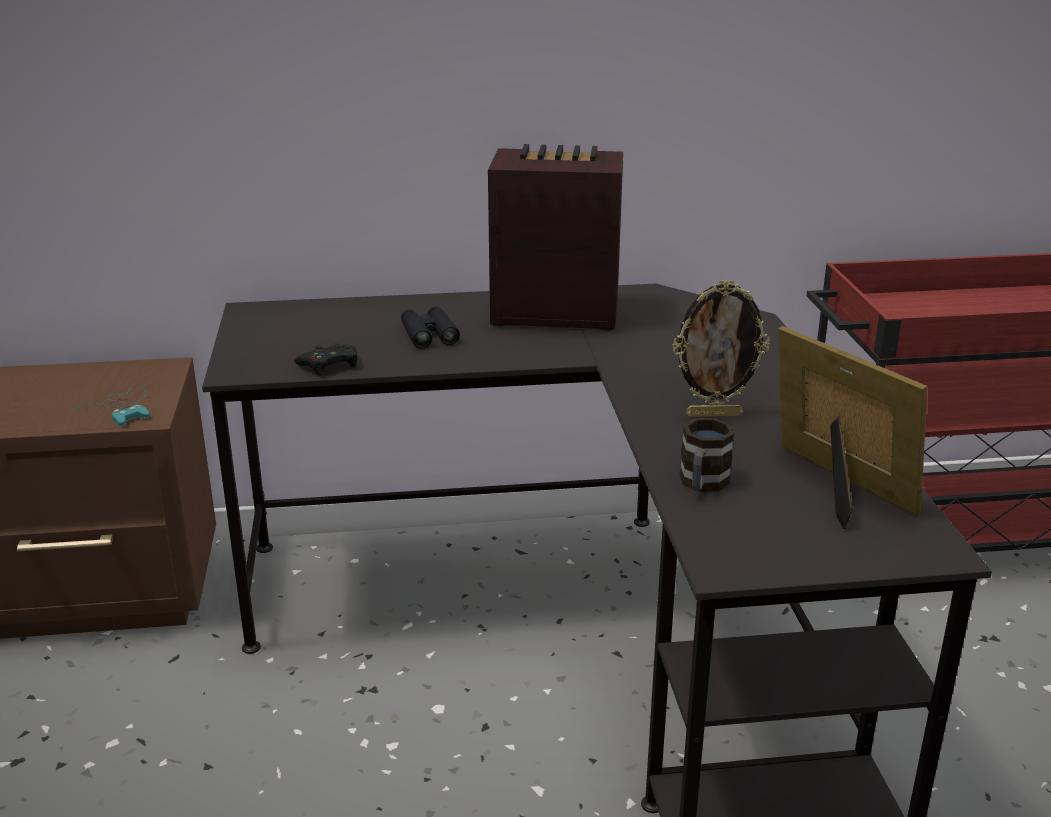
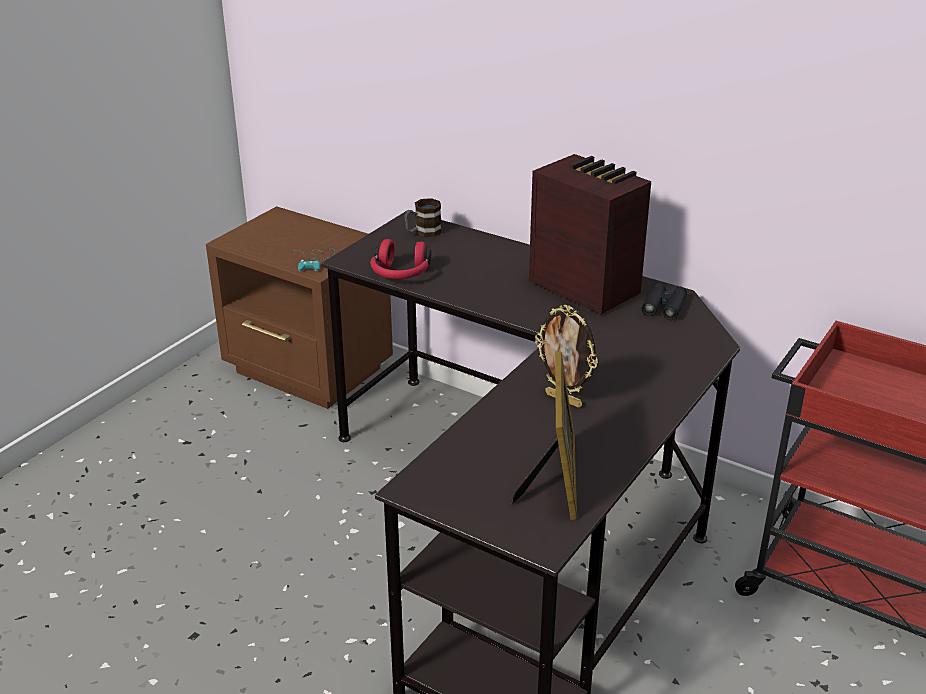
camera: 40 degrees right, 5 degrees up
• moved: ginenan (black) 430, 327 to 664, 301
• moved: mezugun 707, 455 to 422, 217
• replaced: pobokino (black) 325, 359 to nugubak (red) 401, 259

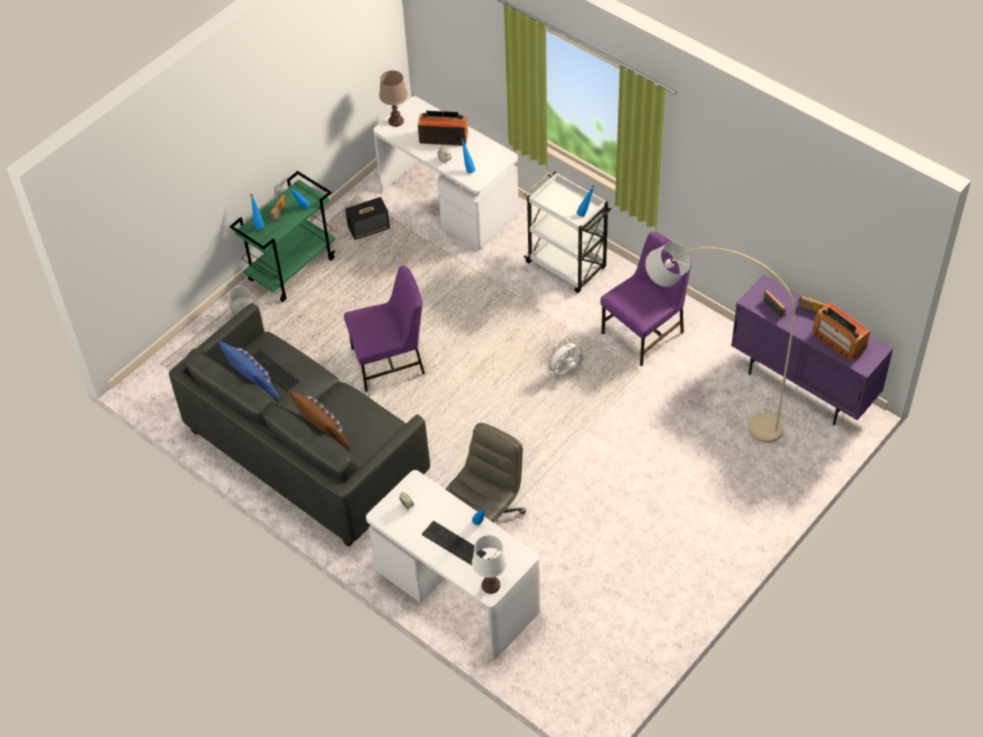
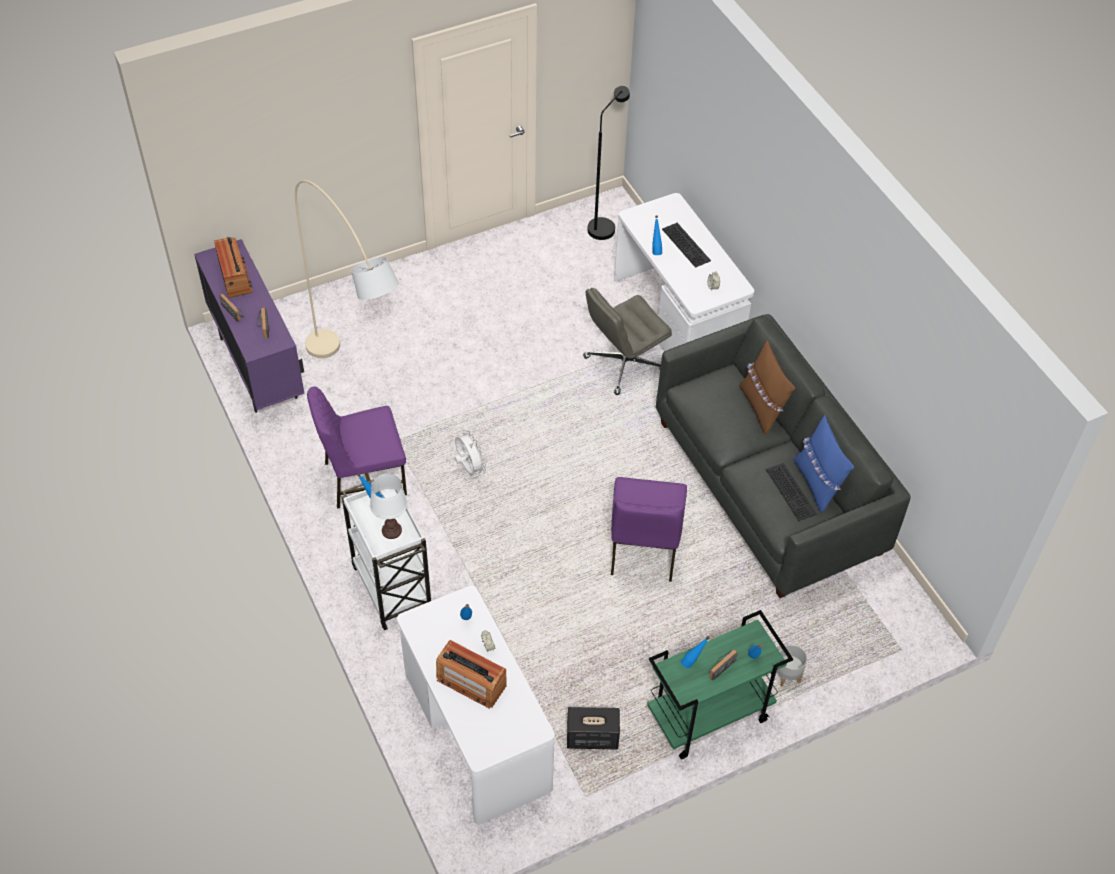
camera: 160 degrees left, 0 degrees up
• removed: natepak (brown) 393, 98
• added: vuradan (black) 608, 163
• moved: natepak (white) 489, 564 to 389, 506
• turned: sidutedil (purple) 384, 329 = 649, 529 90 degrees counterclockwise
• turned: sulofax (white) 564, 357 = 470, 453 105 degrees counterclockwise

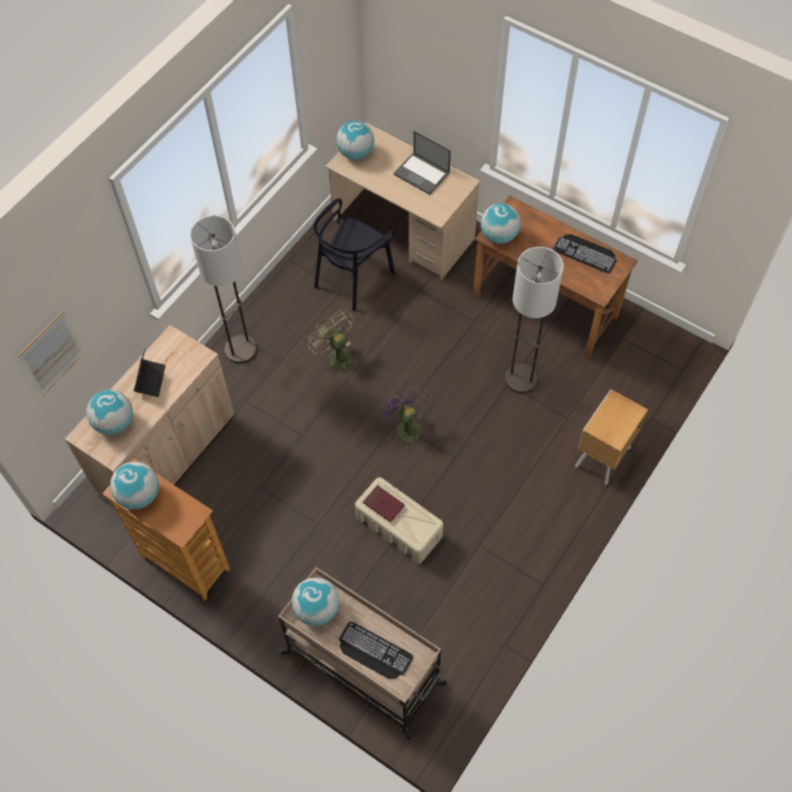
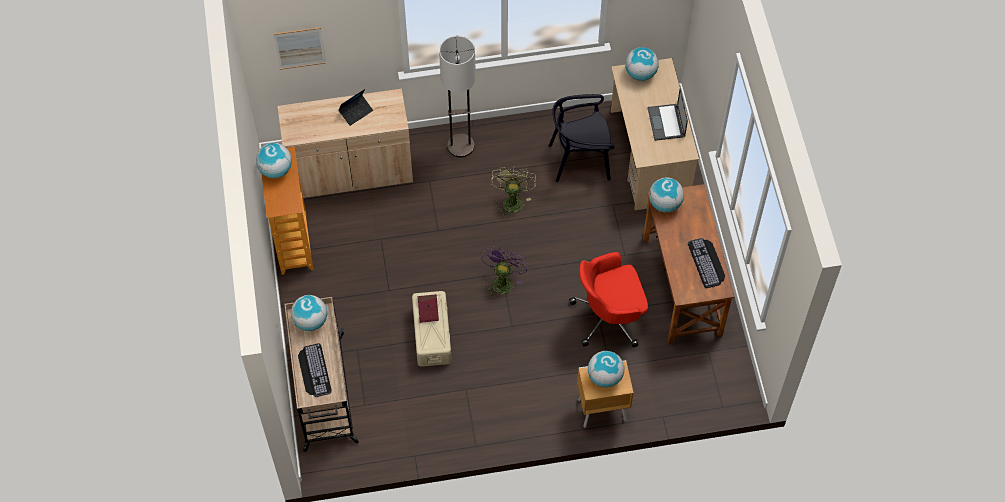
camera: 45 degrees right, 0 degrees up
• moved: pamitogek 110, 412 to 606, 369
• replaced: vuradan 534, 320 to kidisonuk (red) 608, 299

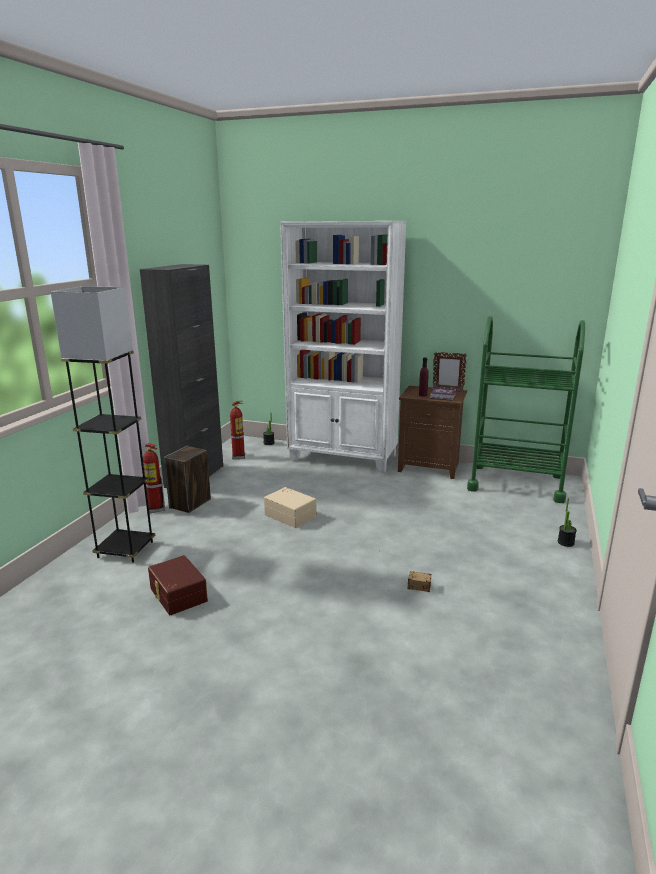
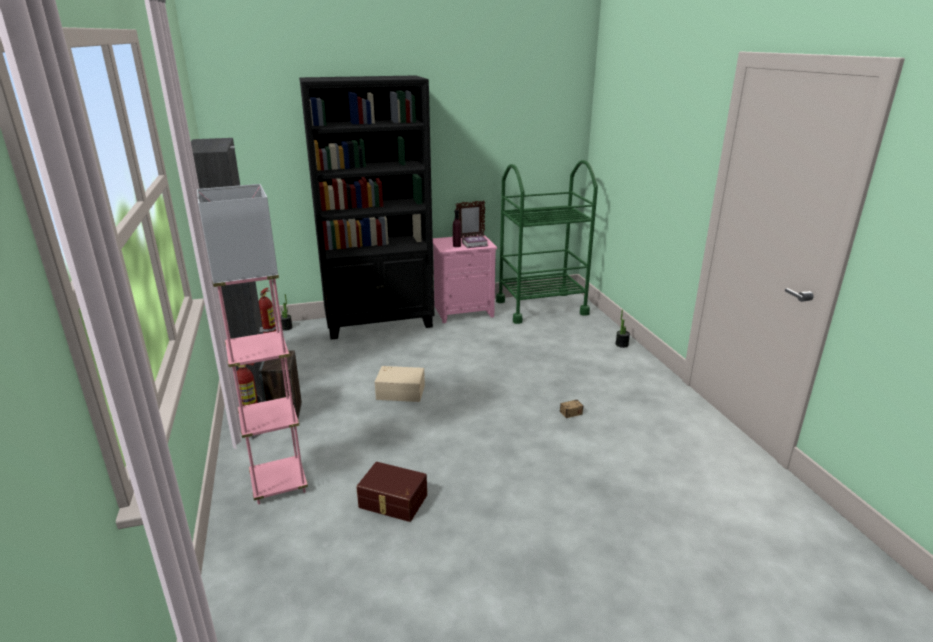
camera: 35 degrees left, 5 degrees up
• recoloured: vuradan (grey) 103, 424 to vuradan (pink) 252, 344
• recoloured: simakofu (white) 343, 347 to simakofu (black) 366, 207
• recoloured: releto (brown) 432, 432 to releto (pink) 465, 278

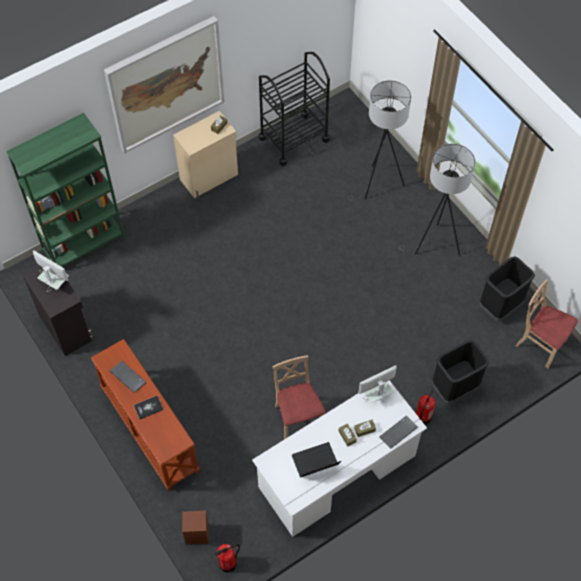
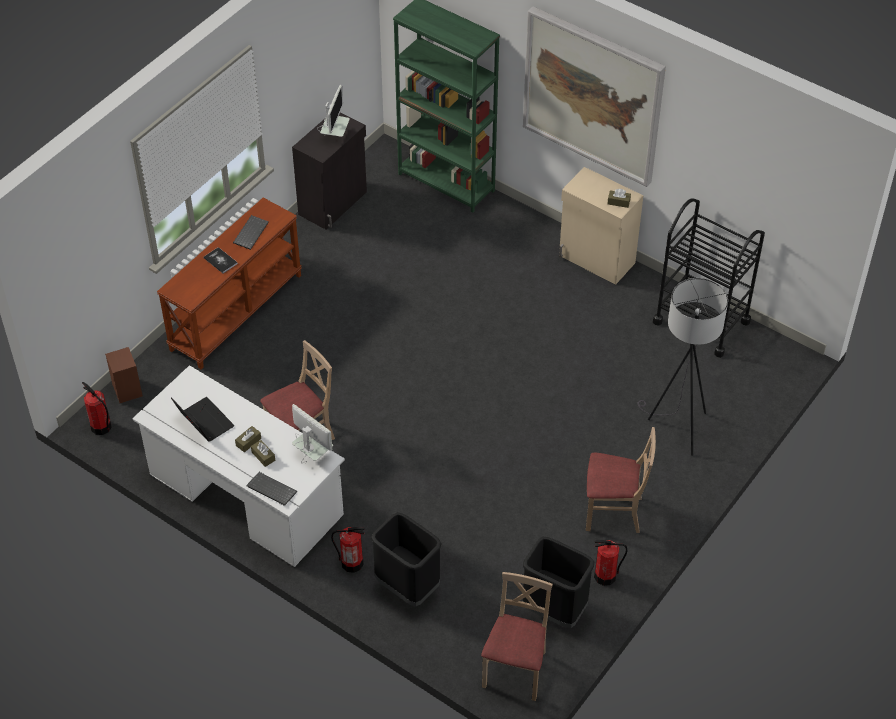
camera: 70 degrees right, 10 degrees down
• added: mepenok 611, 563
• replaced: vuradan (grey) 437, 199 to sidutedil (beige) 621, 480

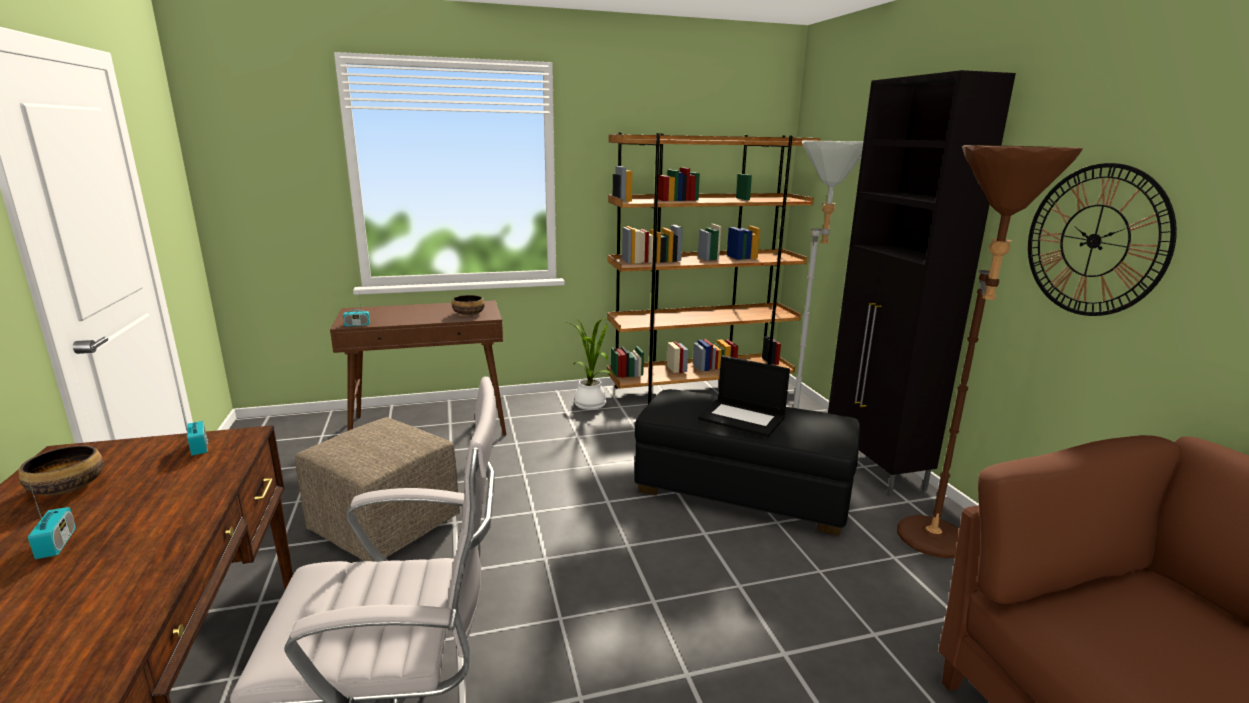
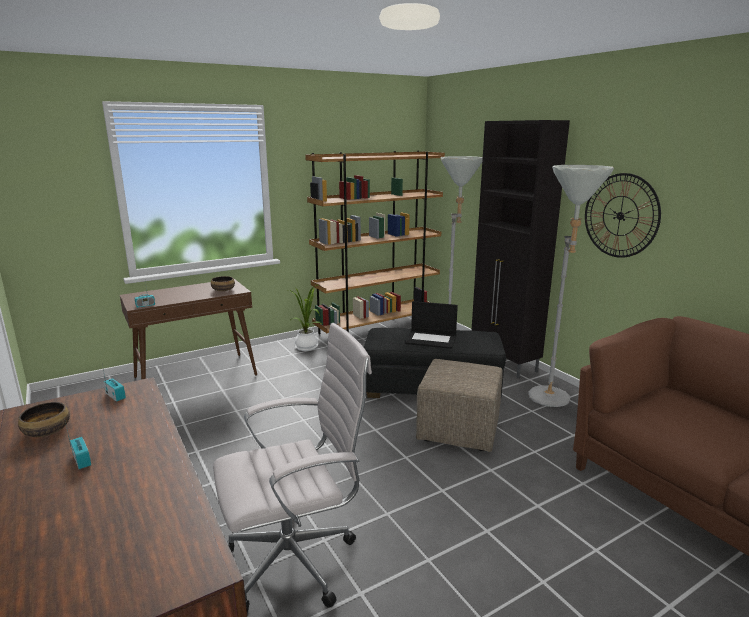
camera: 15 degrees left, 0 degrees up
• moved: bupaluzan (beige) 377, 489 to 459, 405
• recoloured: vuradan (brown) 989, 351 to vuradan (grey) 571, 286

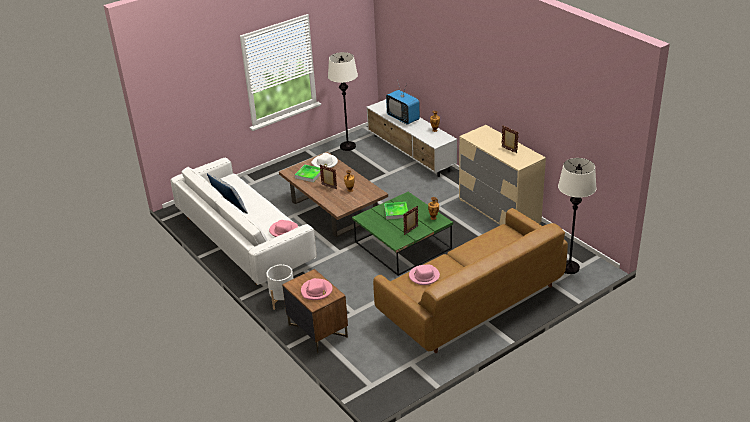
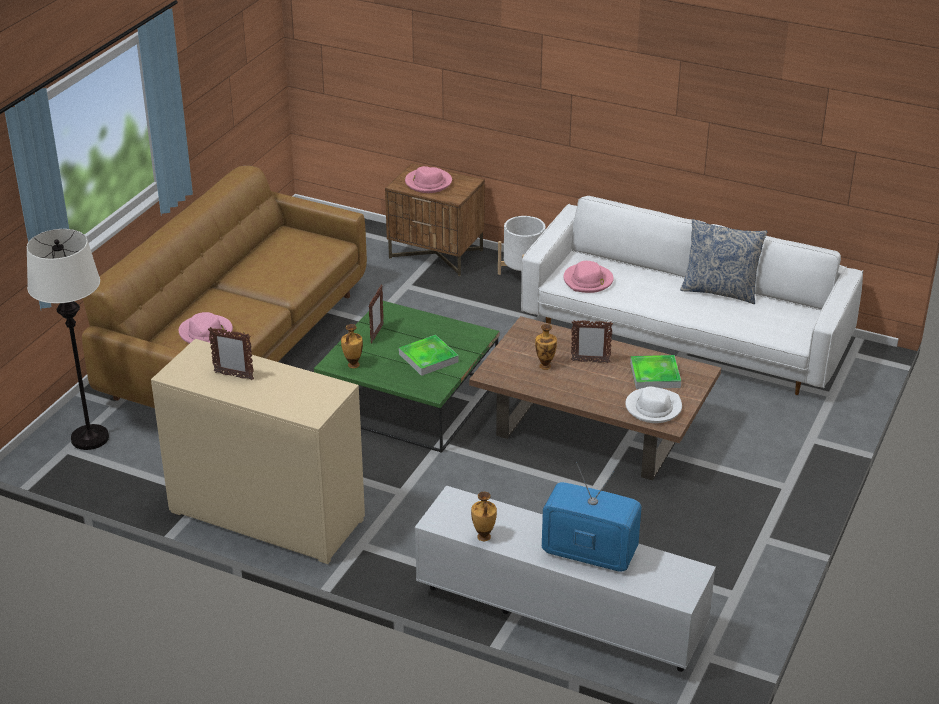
camera: 150 degrees right, 0 degrees up
• removed: vuradan (white) 343, 101
• moved: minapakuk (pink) 424, 275 to 206, 328

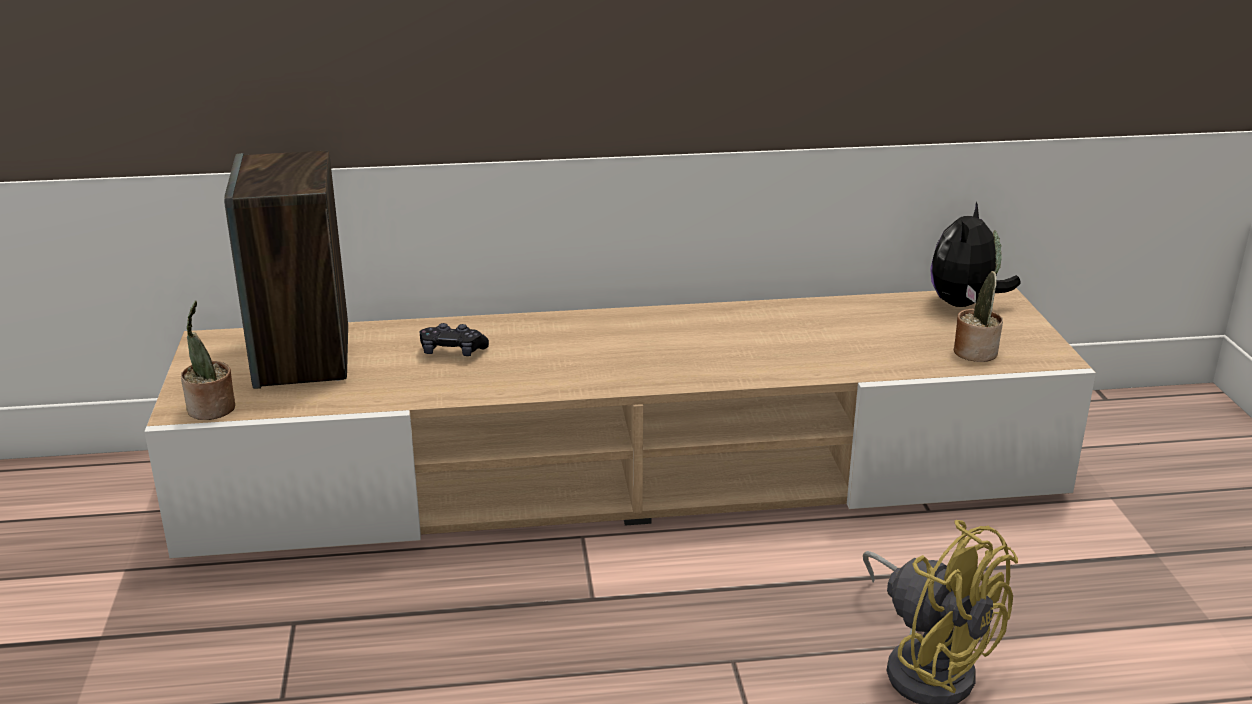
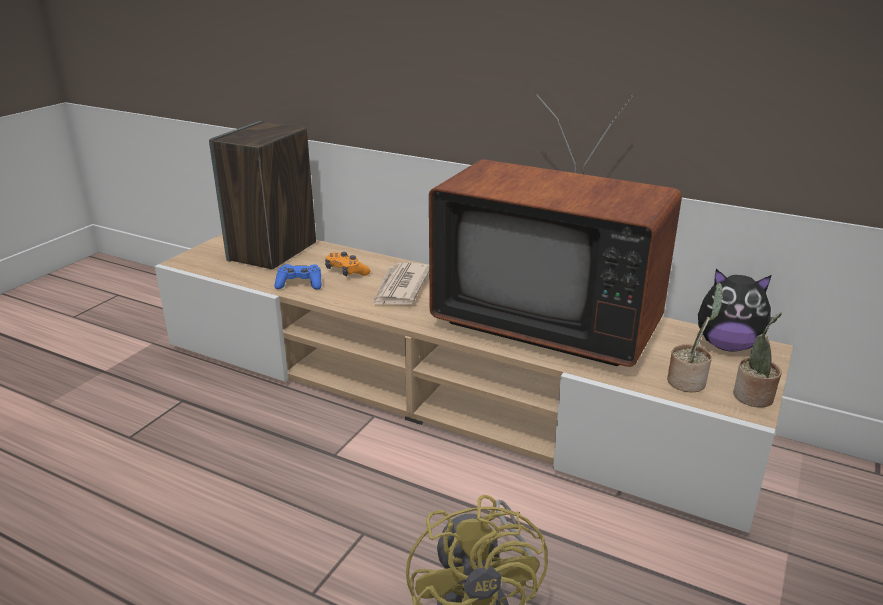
camera: 35 degrees right, 0 degrees up
• added: pobokino (blue) 298, 276
• added: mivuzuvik 401, 284
• added: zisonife 555, 230
• moved: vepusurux 208, 360 to 757, 359
• recoloured: pobokino (black) 454, 339 to pobokino (orange) 347, 264
• turned: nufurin 975, 254 = 736, 310 135 degrees counterclockwise

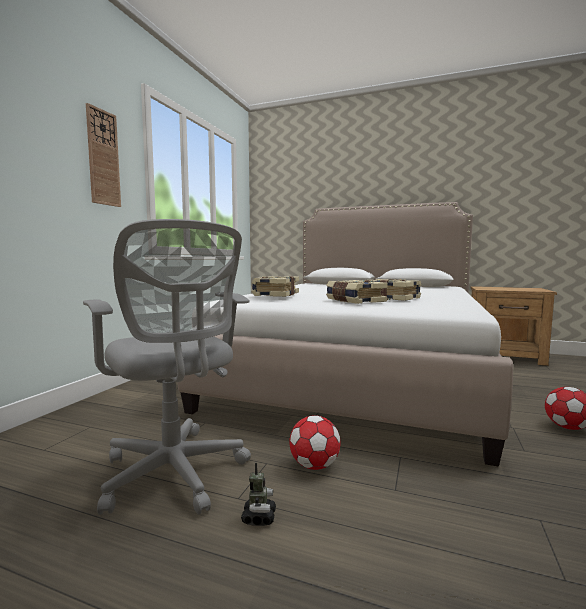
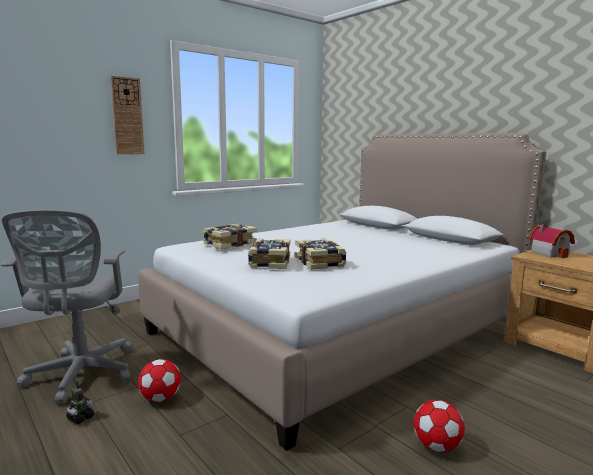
camera: 30 degrees right, 5 degrees up
• added: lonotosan 552, 241

